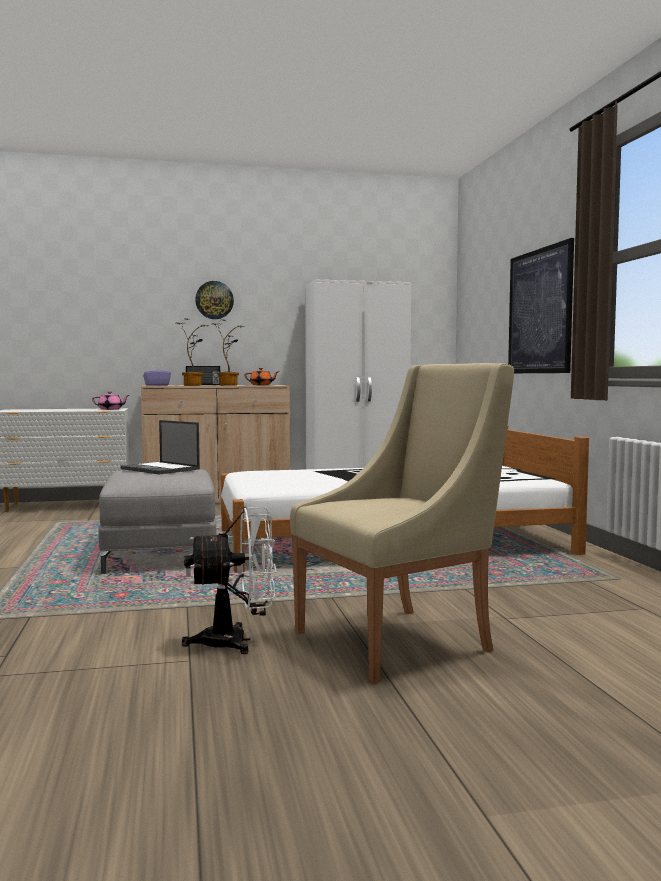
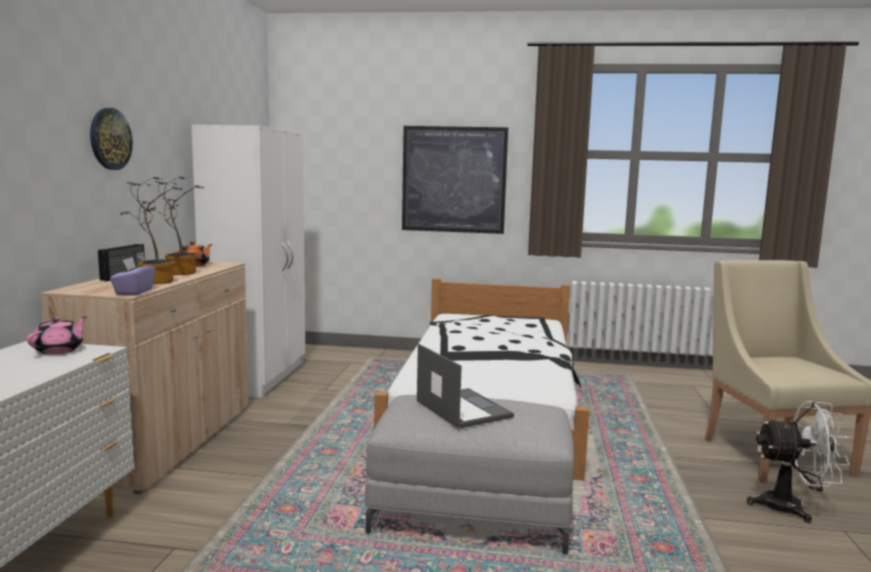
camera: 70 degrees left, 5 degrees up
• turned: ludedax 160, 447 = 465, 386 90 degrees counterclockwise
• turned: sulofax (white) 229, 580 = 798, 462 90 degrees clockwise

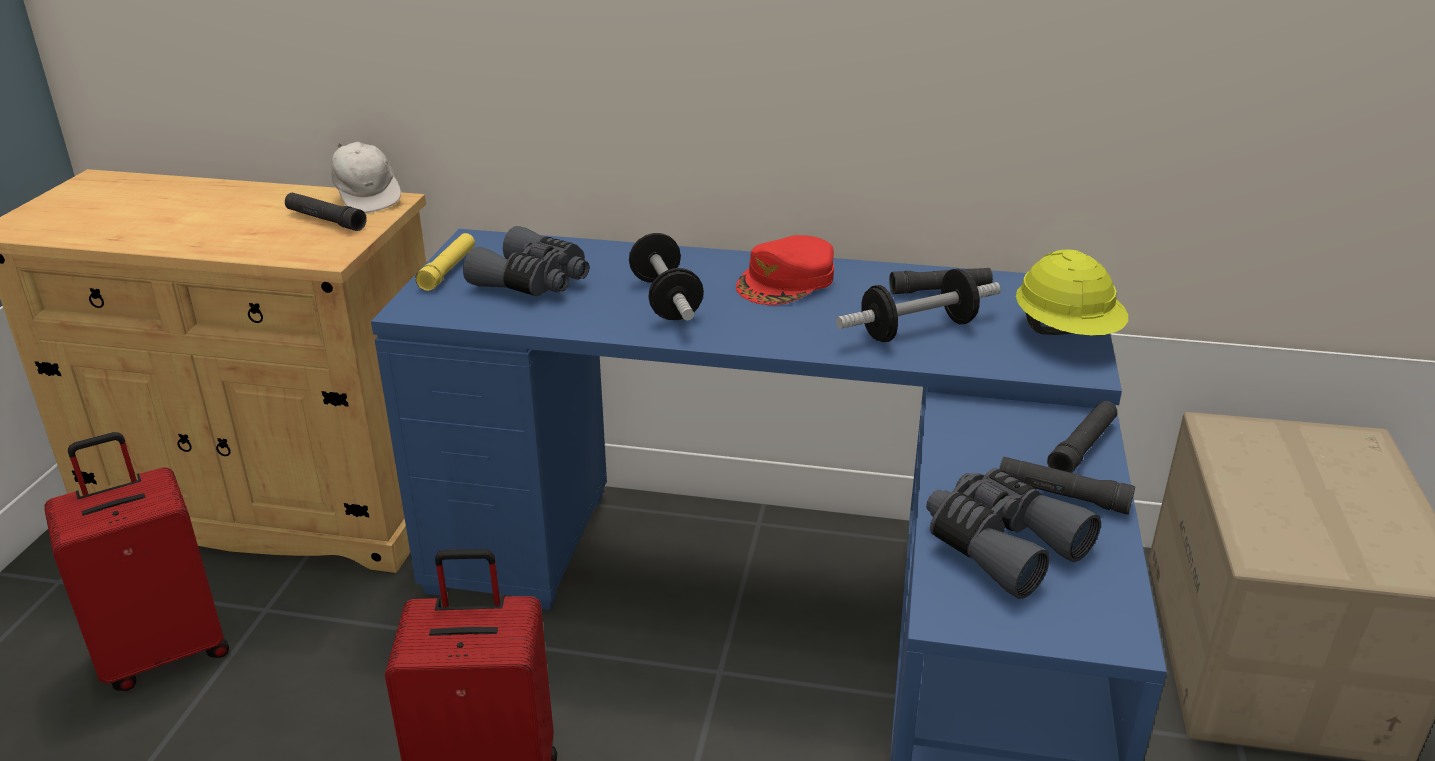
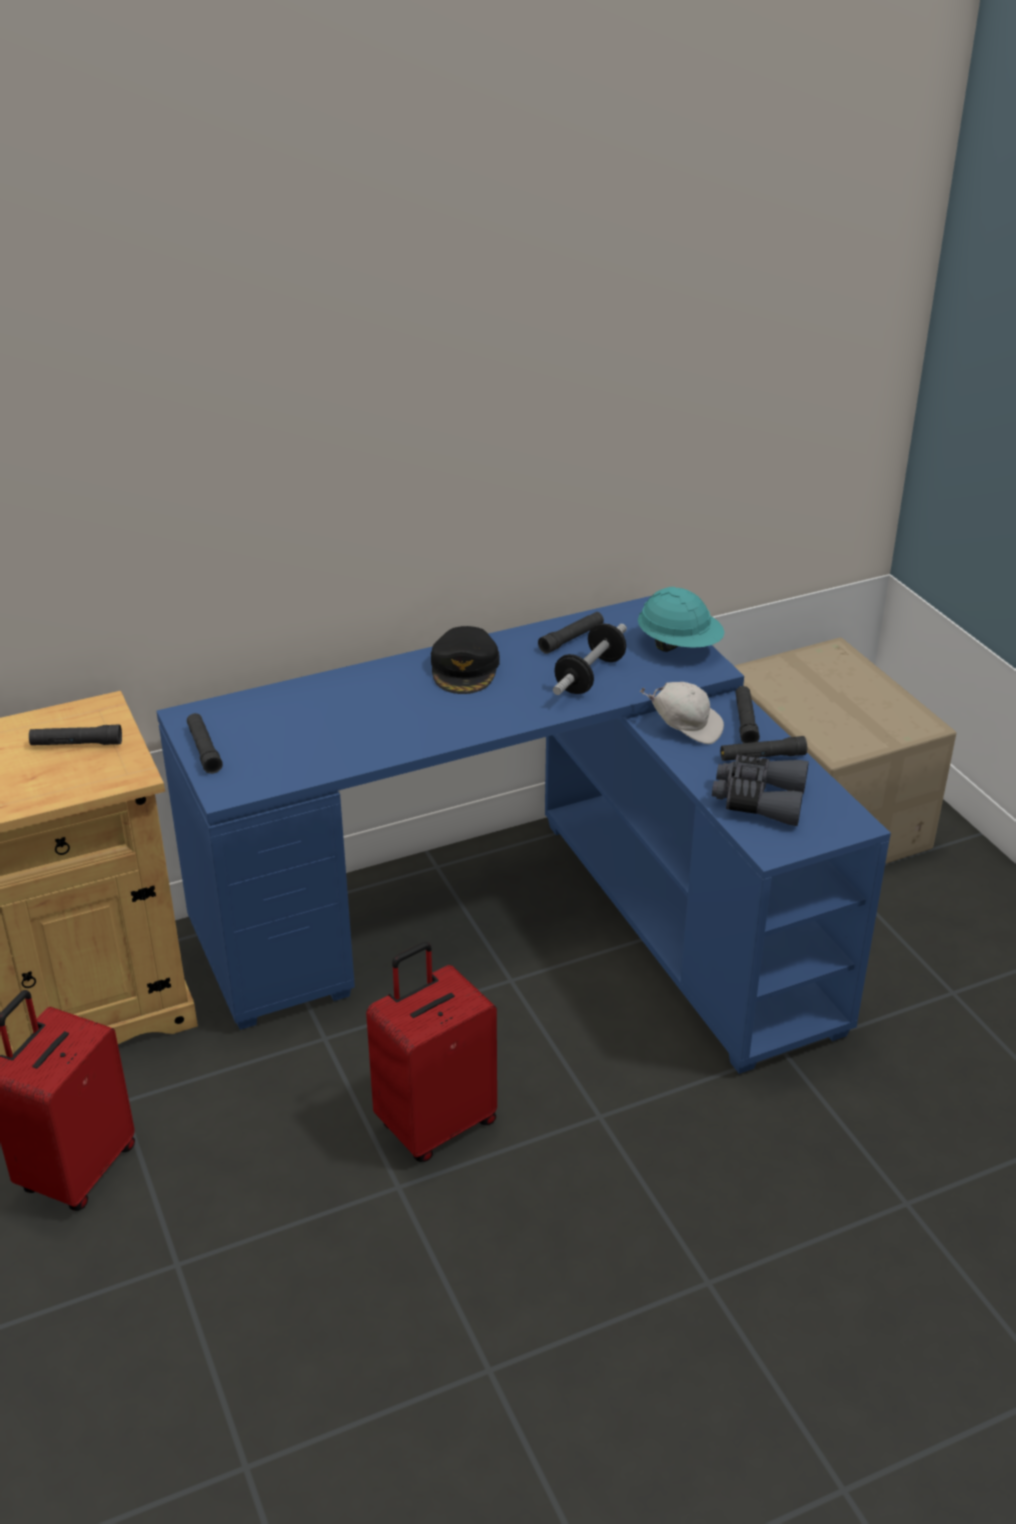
camera: 35 degrees left, 5 degrees up
• removed: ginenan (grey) 526, 261
• removed: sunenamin 666, 276
• moved: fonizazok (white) 366, 177 to 682, 713
• recoloured: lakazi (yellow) 445, 262 to lakazi (black) 205, 743
• recoloured: fonizazok (red) 785, 270 to fonizazok (black) 465, 660
• recoloured: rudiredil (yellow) 1072, 292 to rudiredil (turquoise) 681, 619

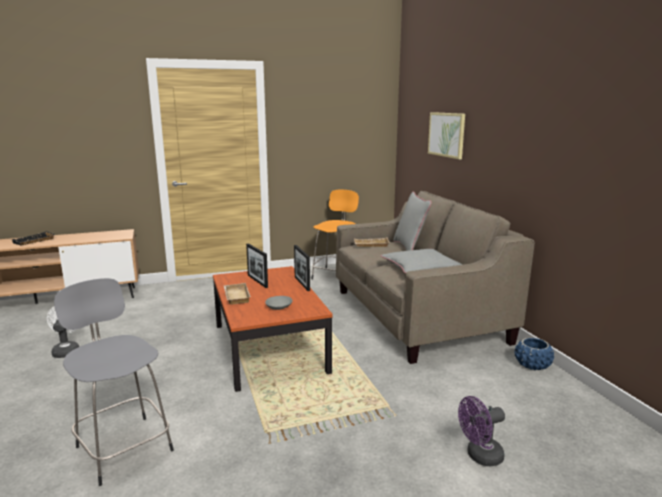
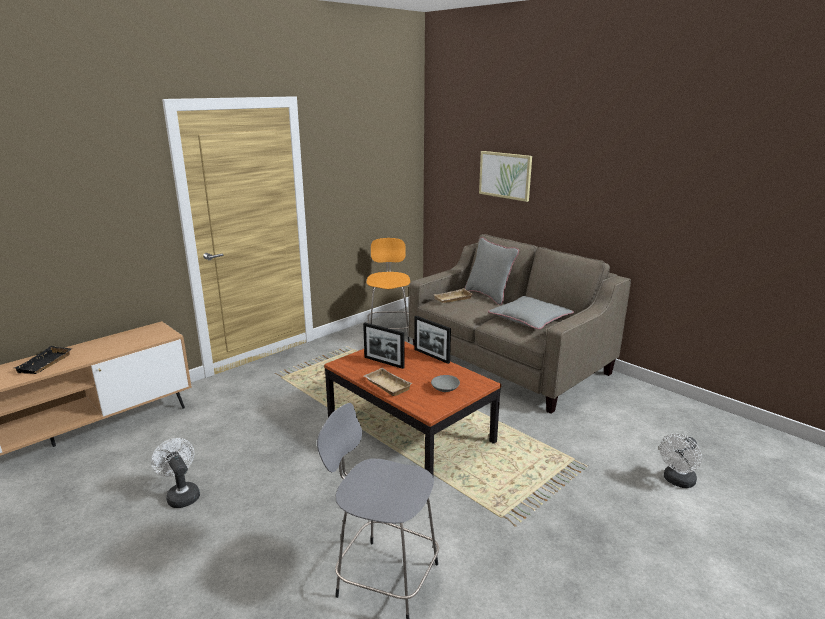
camera: 25 degrees left, 5 degrees up
• removed: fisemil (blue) 534, 354
• recoloured: sulofax (purple) 481, 431 to sulofax (white) 680, 460

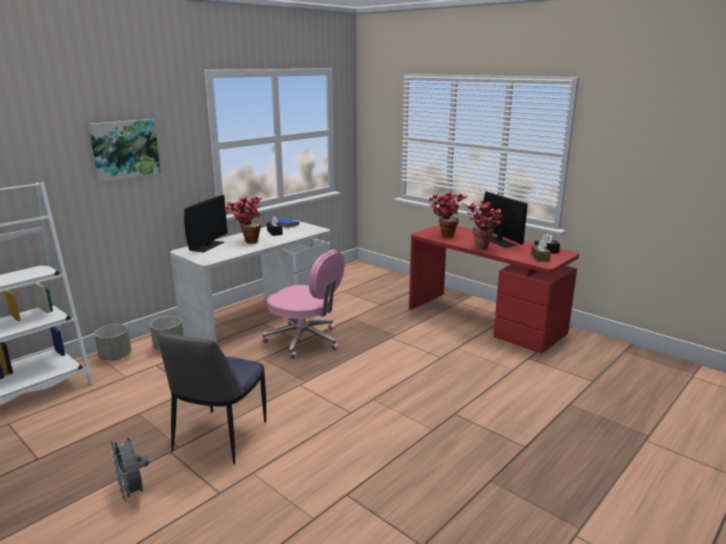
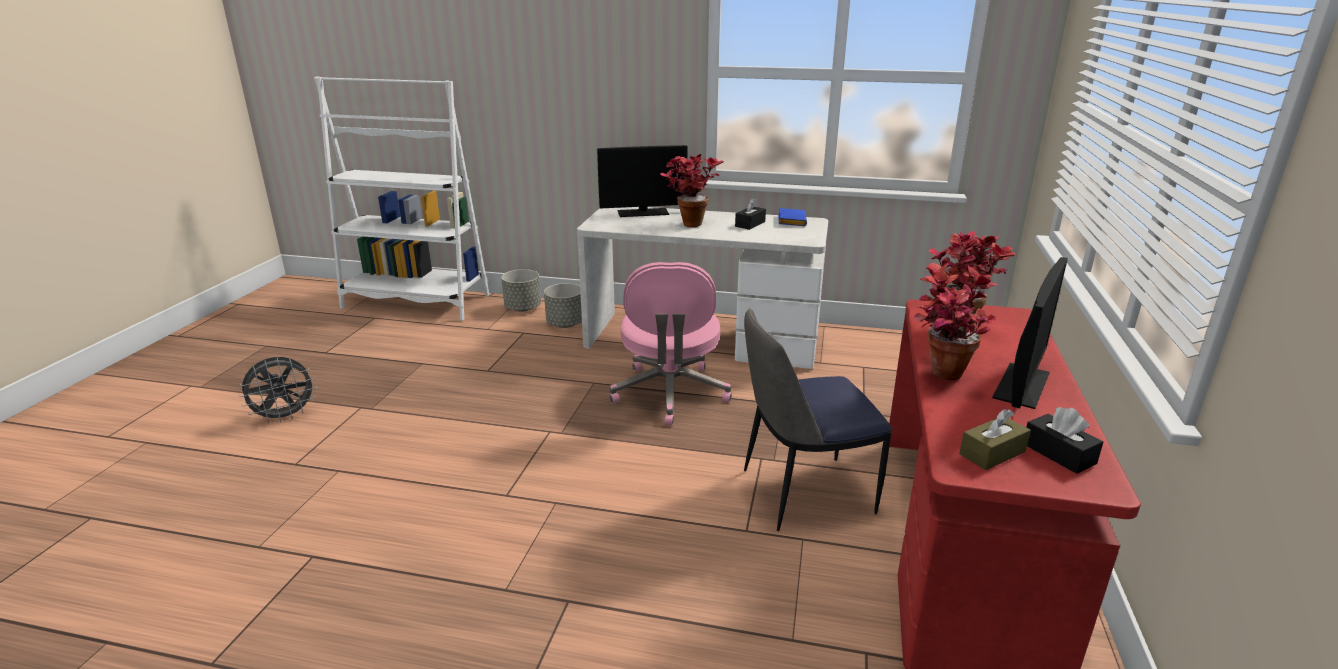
camera: 60 degrees right, 5 degrees up
• removed: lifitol 125, 150
• moved: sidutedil 212, 398 to 818, 419
• turned: sulofax (grey) 129, 469 = 278, 390 150 degrees counterclockwise

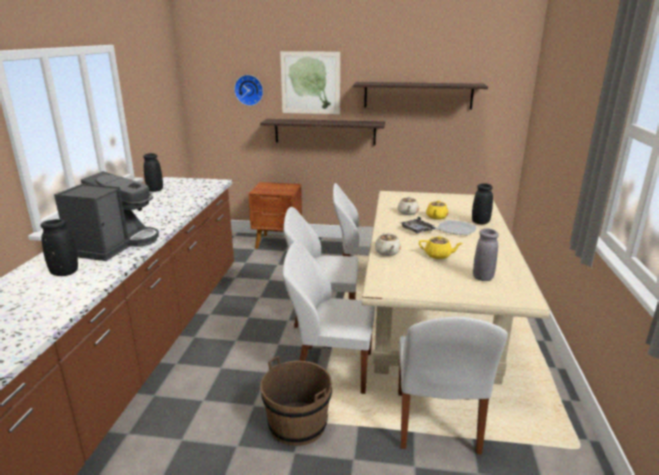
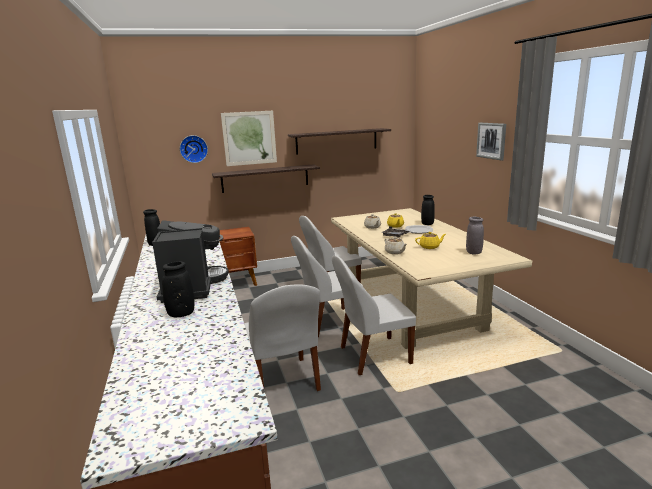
camera: 25 degrees left, 5 degrees down
• removed: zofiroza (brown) 296, 401
• added: lifitol 491, 142
• moved: sidutedil (white) 453, 385 to 282, 338

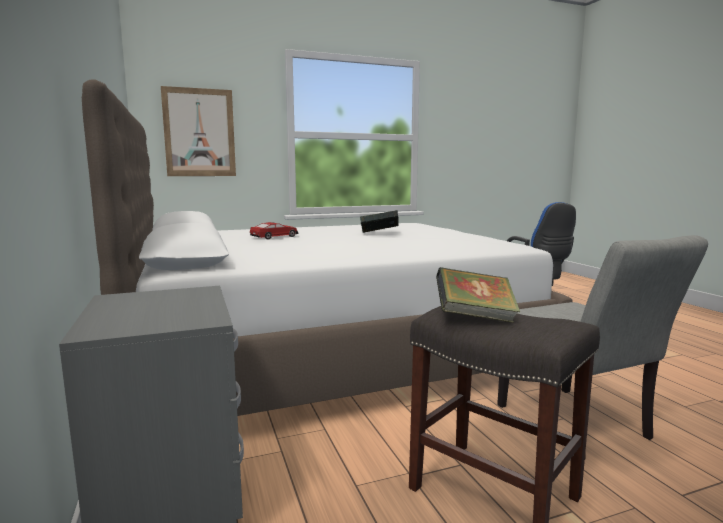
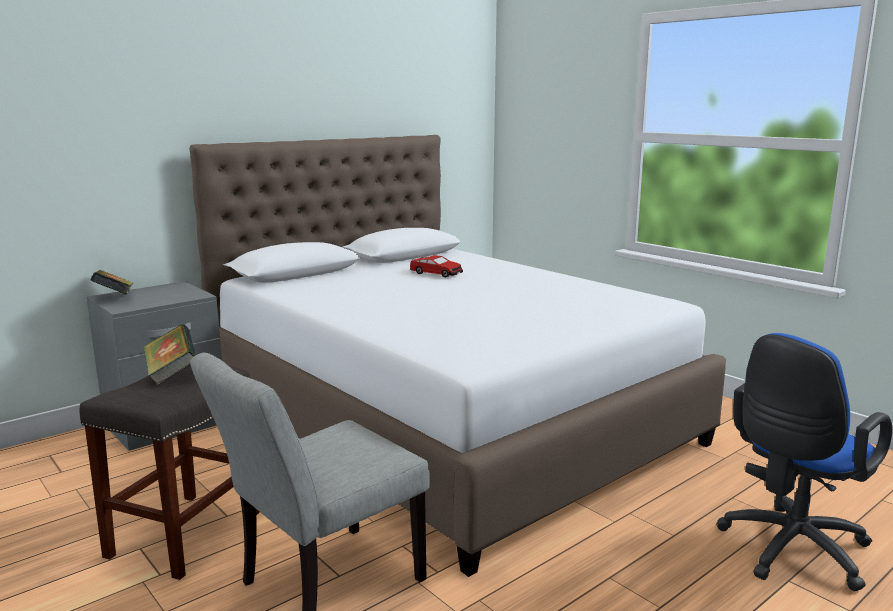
camera: 70 degrees right, 5 degrees up
• removed: lifitol 198, 131
• moved: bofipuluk 379, 221 to 112, 282

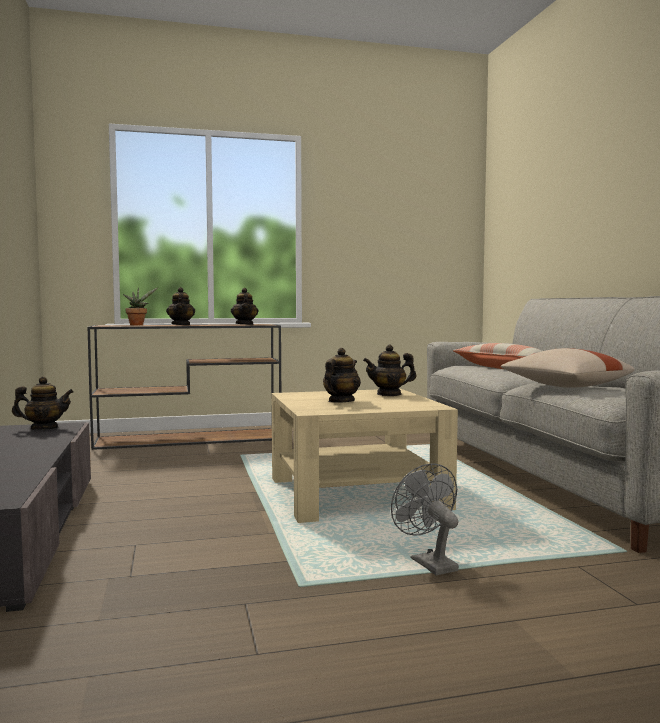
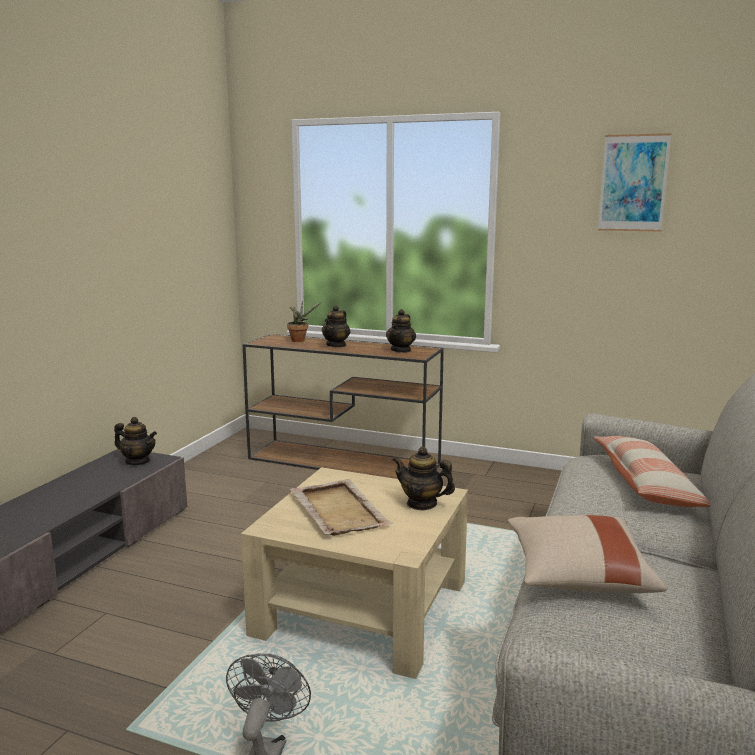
camera: 35 degrees right, 10 degrees up
• added: lifitol 634, 182
• replaced: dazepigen 342, 375 to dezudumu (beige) 341, 507

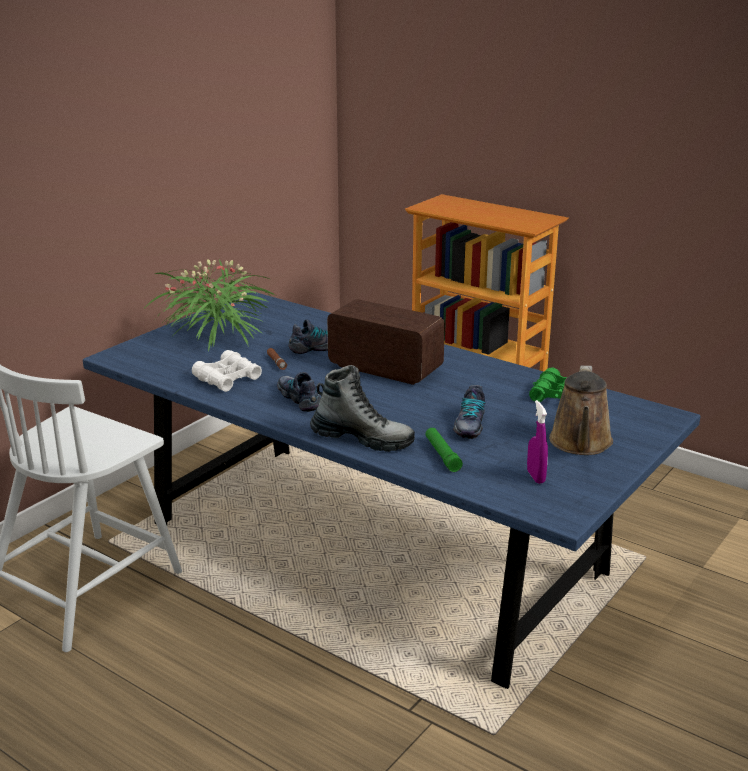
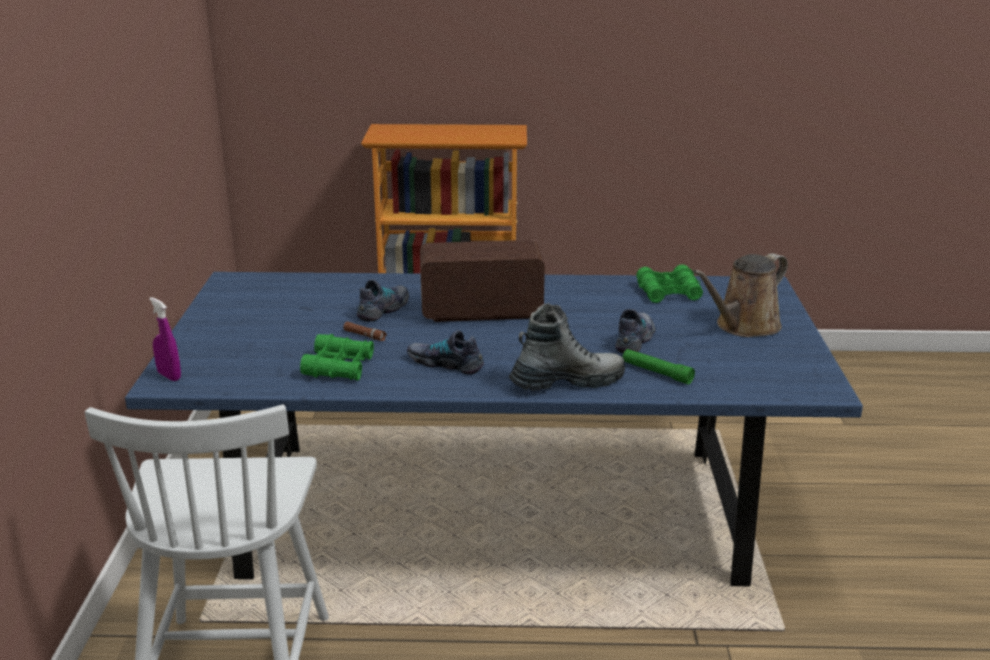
camera: 35 degrees left, 0 degrees up
• removed: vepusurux 211, 306
• moved: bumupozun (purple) 537, 442 to 165, 339
• recoloured: ginenan (white) 227, 371 to ginenan (green) 337, 357
• turned: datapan 469, 412 = 635, 331 135 degrees counterclockwise
• turned: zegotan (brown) 581, 410 = 740, 295 75 degrees clockwise

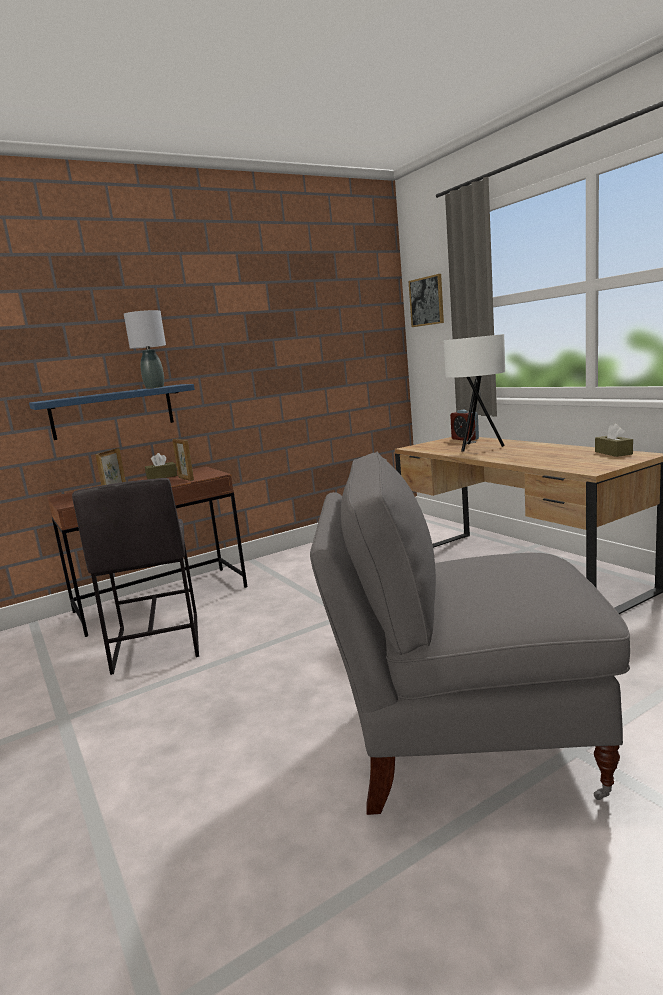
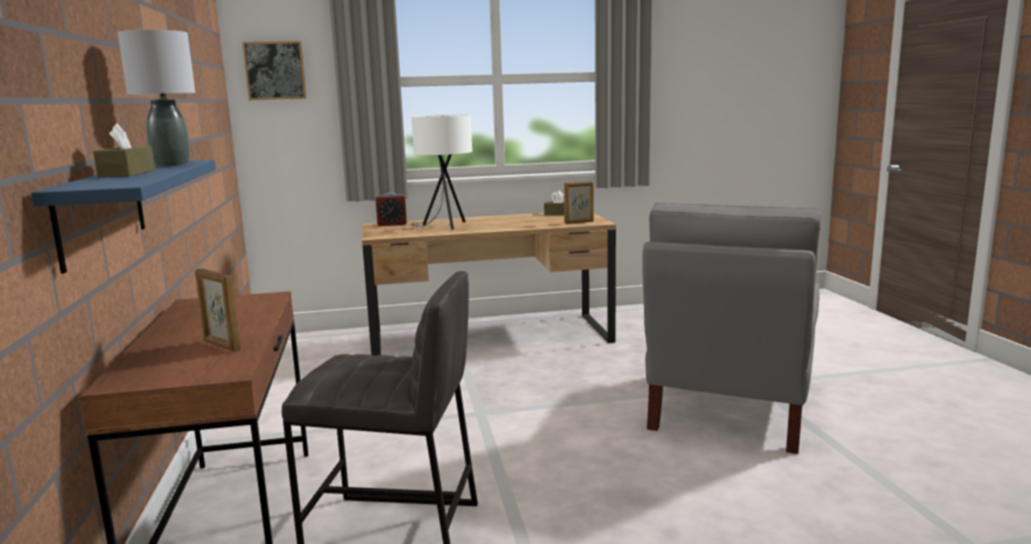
camera: 70 degrees left, 0 degrees up
• moved: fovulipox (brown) 161, 466 to 124, 150
• moved: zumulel 183, 459 to 579, 202

